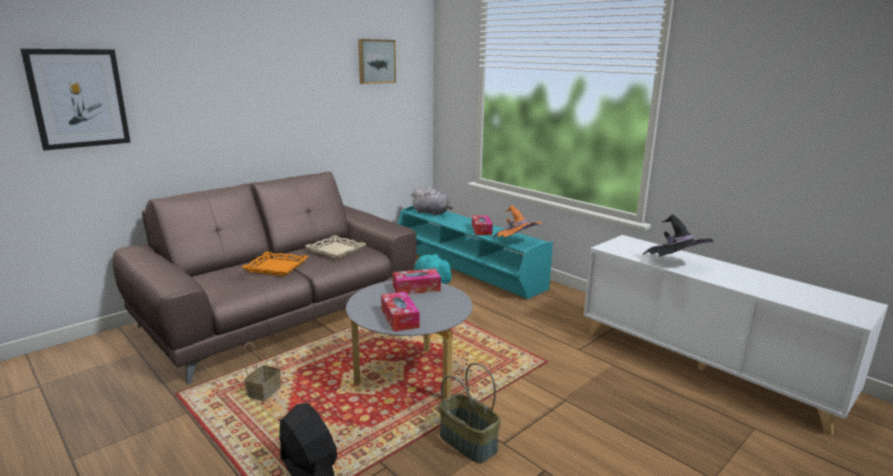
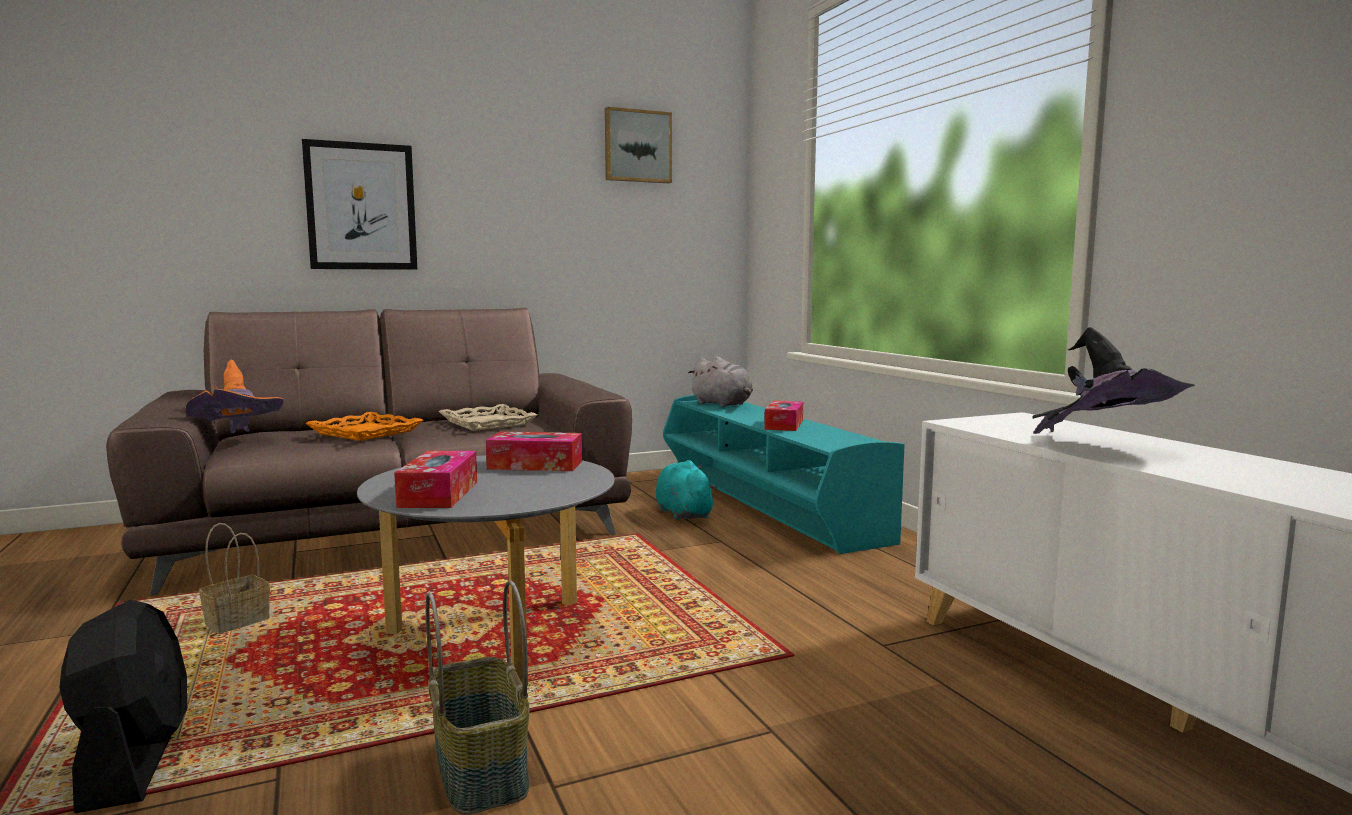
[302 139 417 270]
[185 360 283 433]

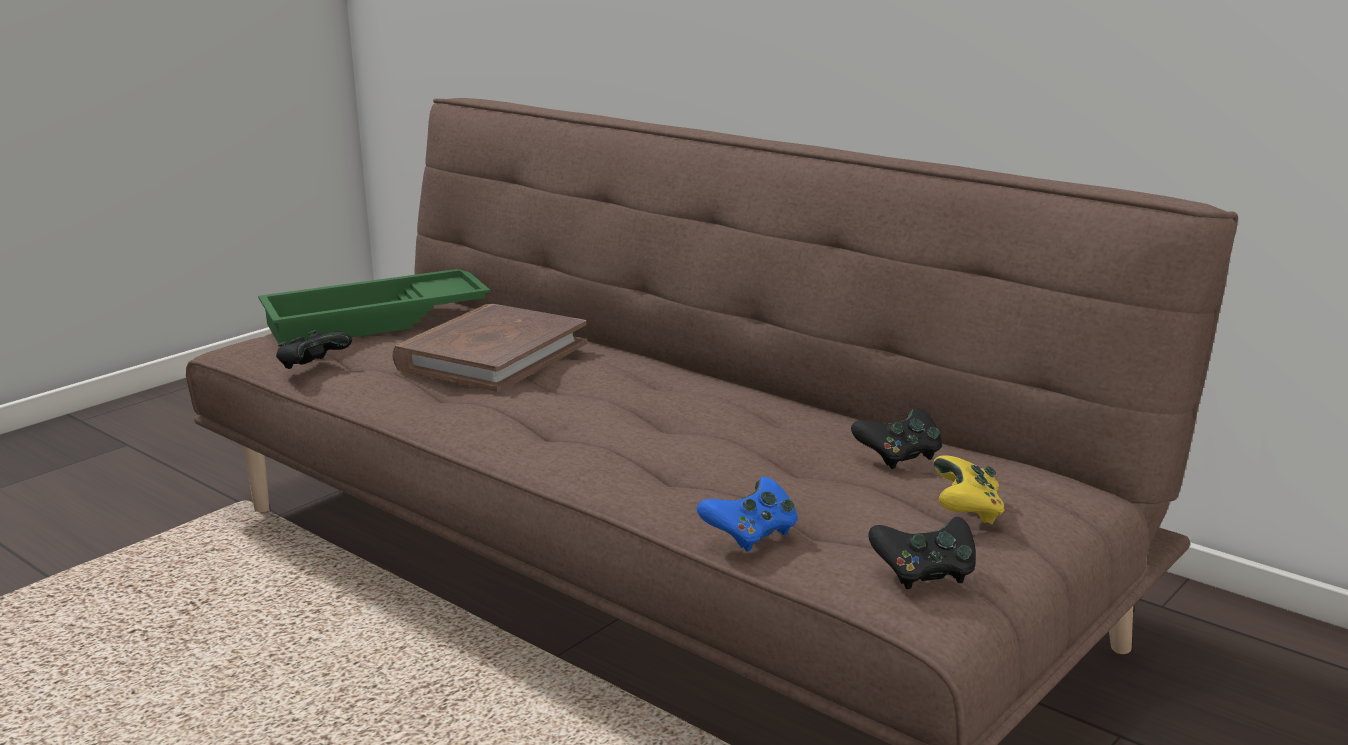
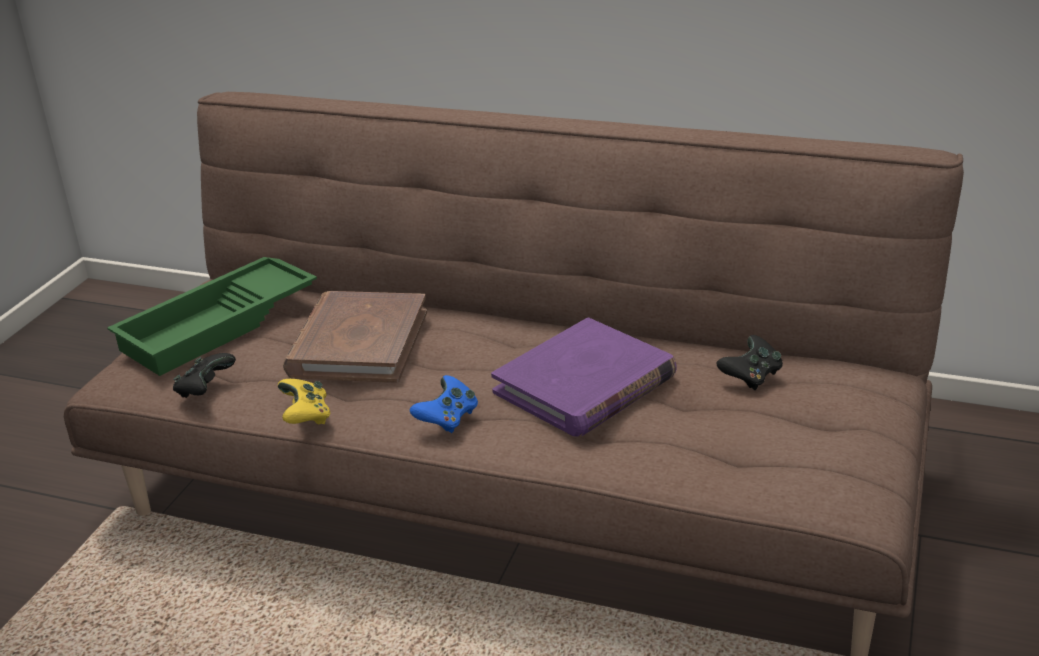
[868 517 976 589] (first image)
[491 318 677 437]
[410 375 478 433]
[278 379 330 425]

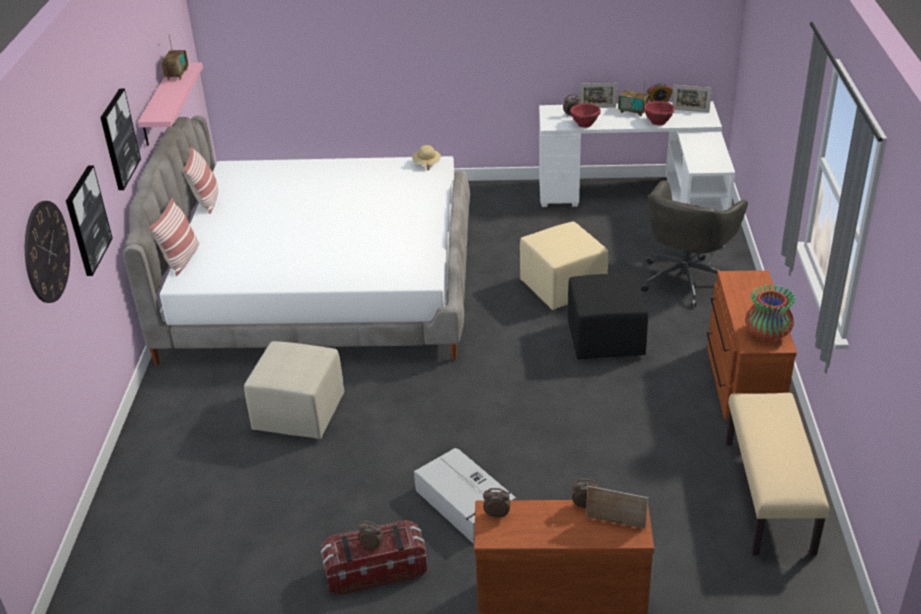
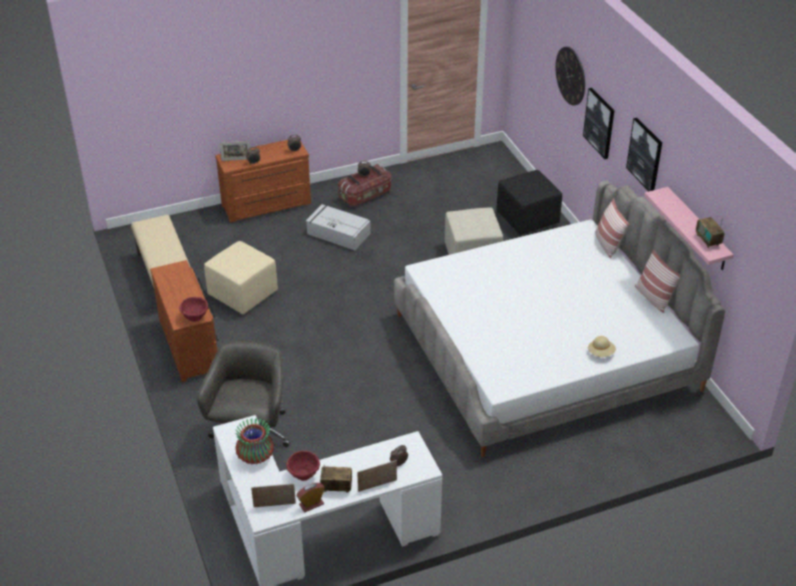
[588 336 616 357]
[204 241 278 314]
[496 170 562 235]
[179 297 209 322]
[235 418 274 464]

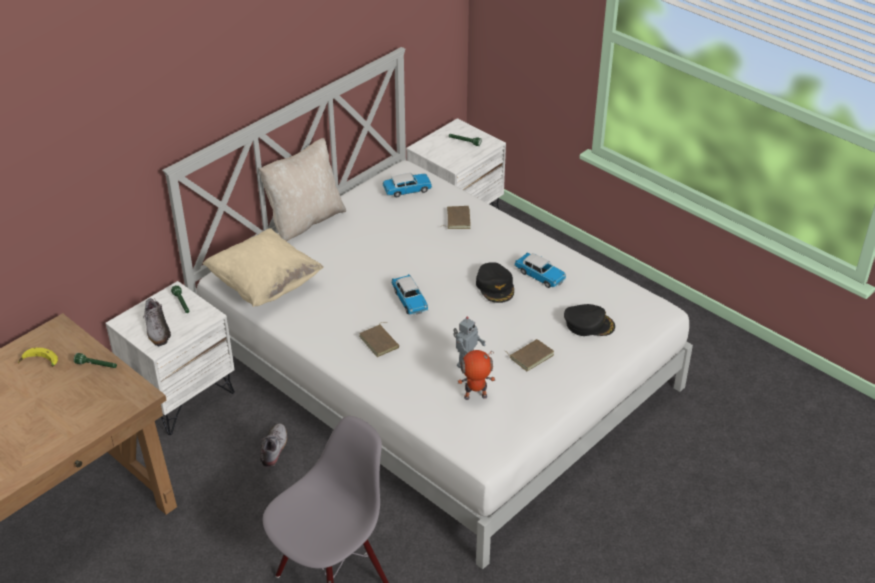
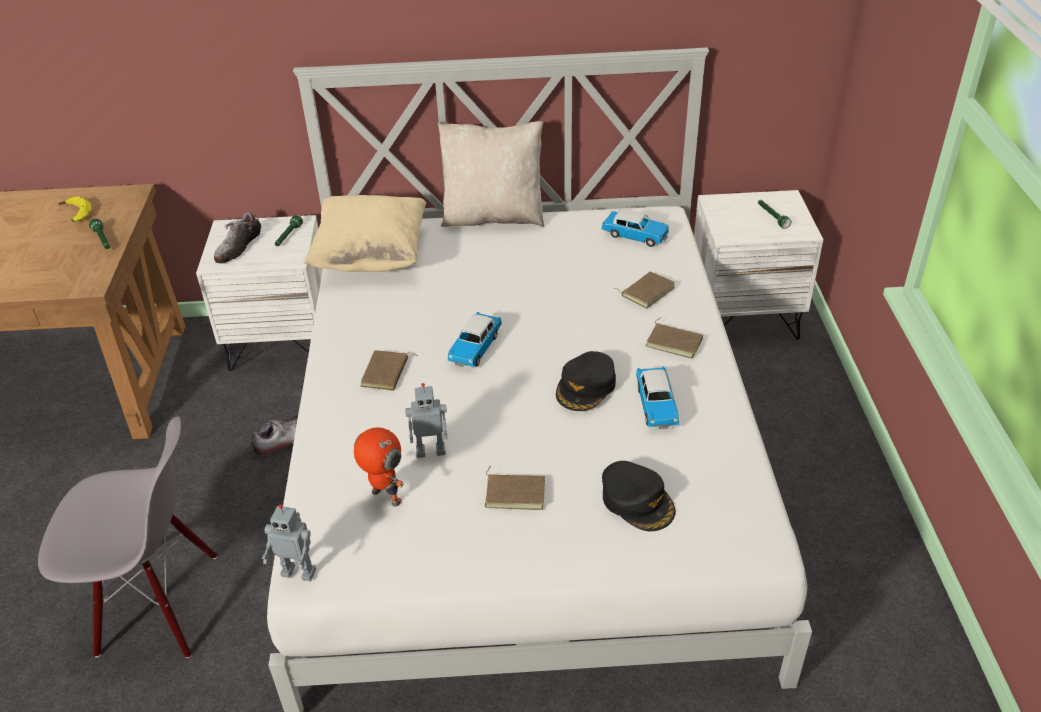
[262 504 316 581]
[645 318 703 359]

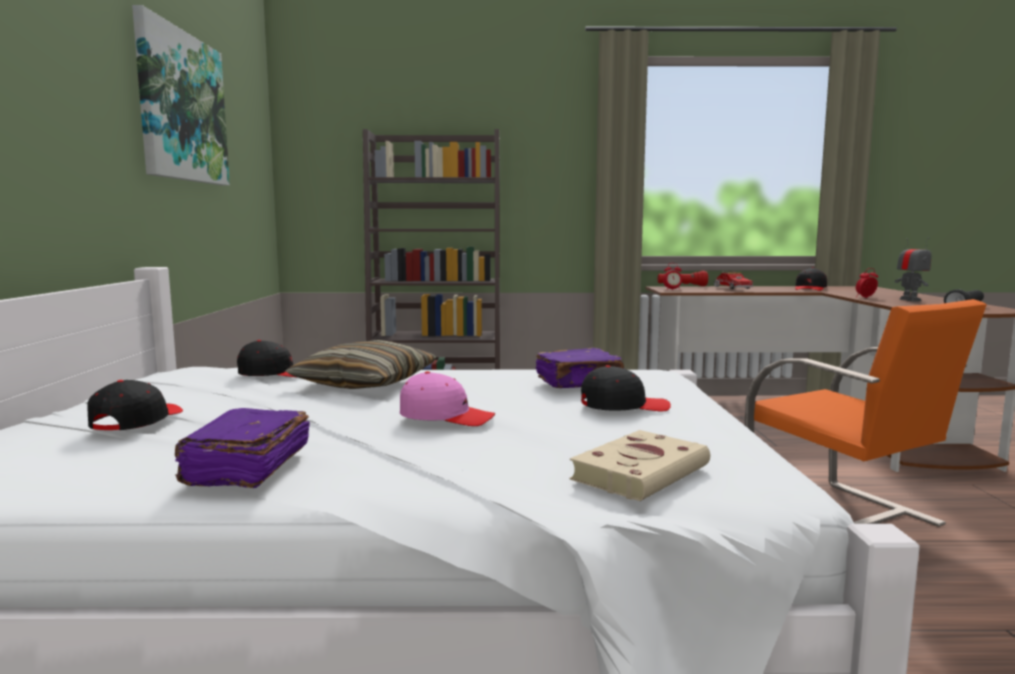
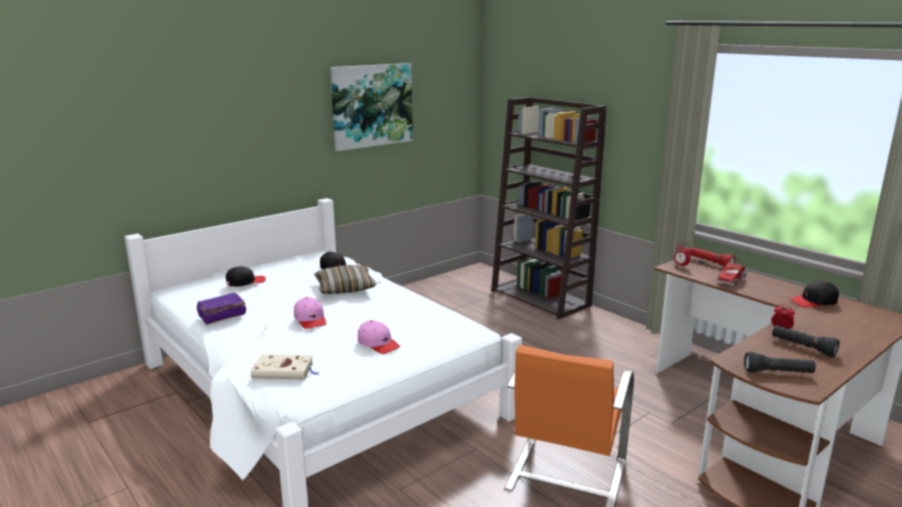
[536 348 624 388] (first image)
[772 325 840 357]
[358 320 400 354]

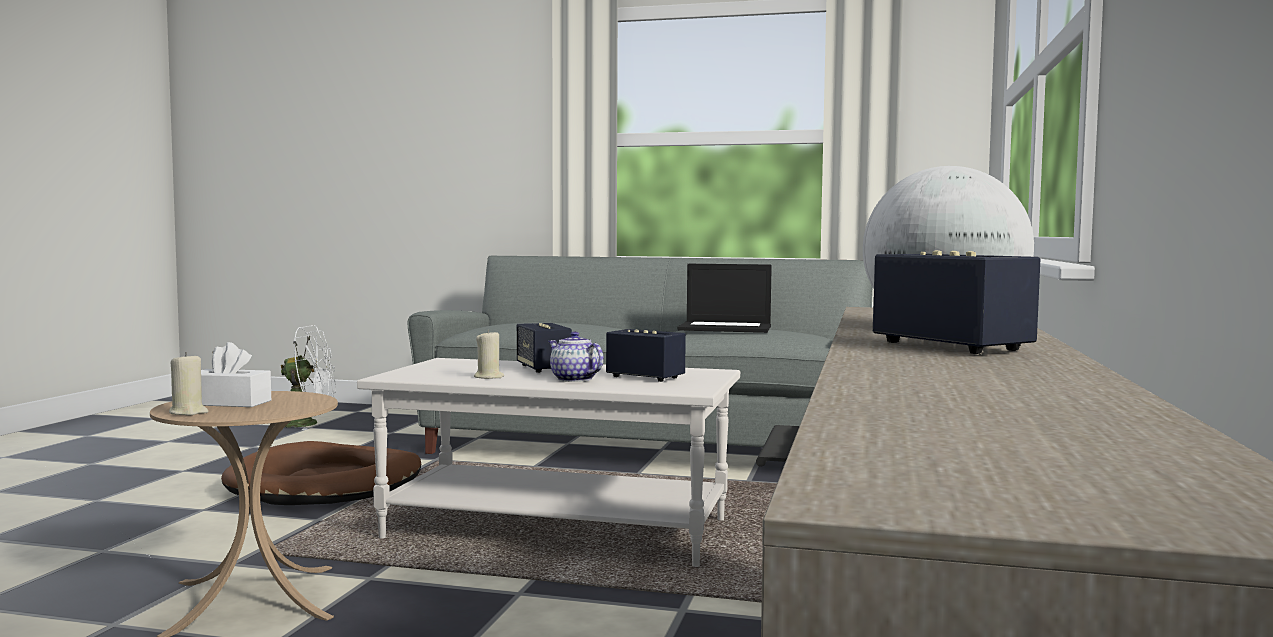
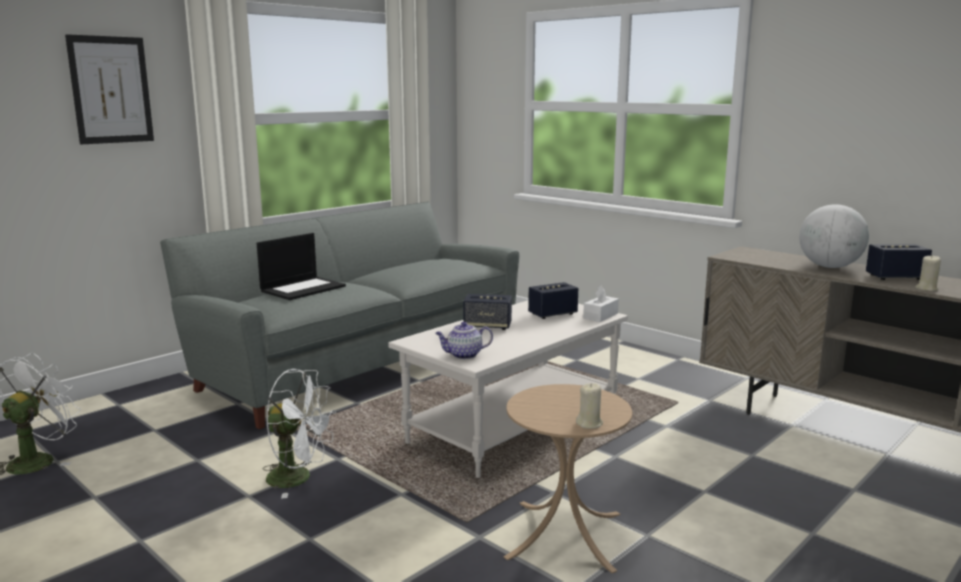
[65 34 154 144]
[583 286 619 322]
[916 256 941 291]
[435 322 493 359]
[257 233 346 300]
[263 369 336 499]

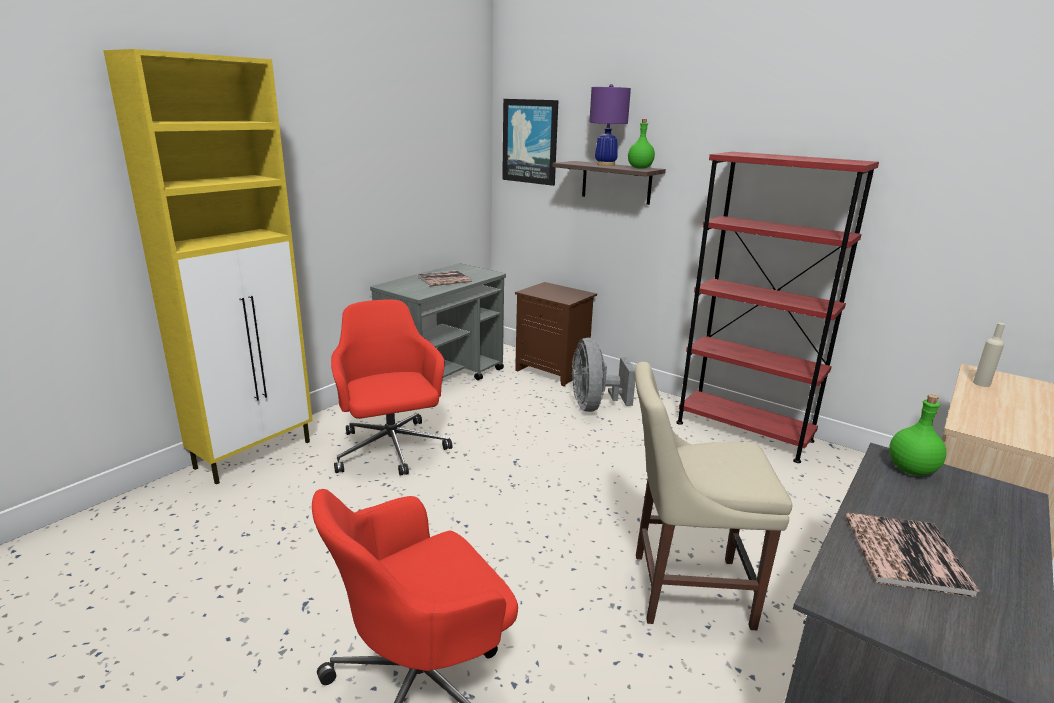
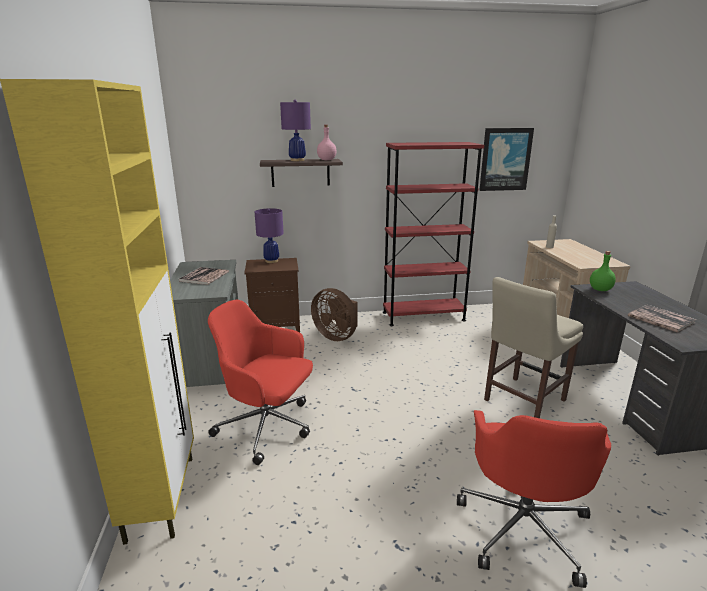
[255 208 284 263]
[479 128 534 191]
[311 288 358 341]
[317 125 337 160]

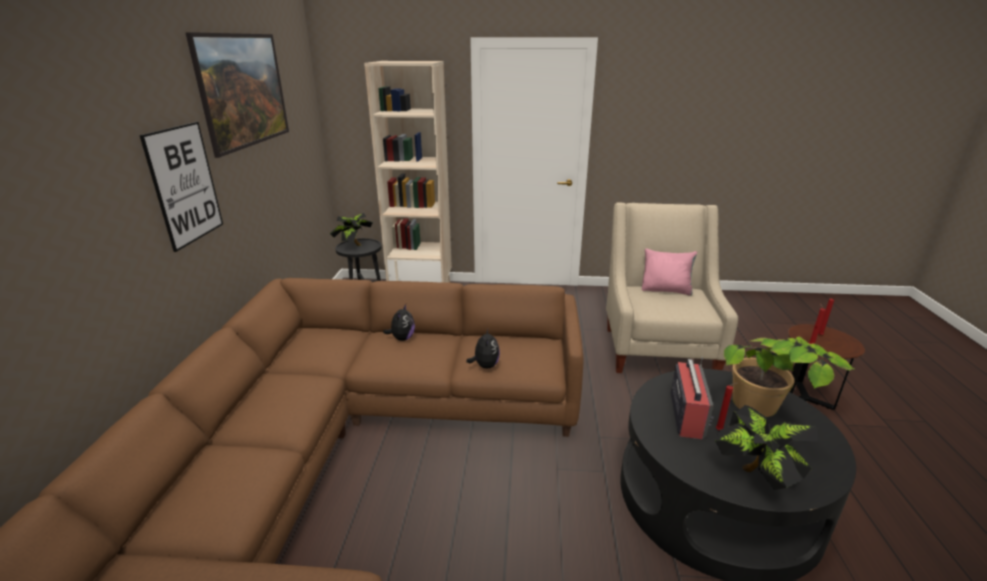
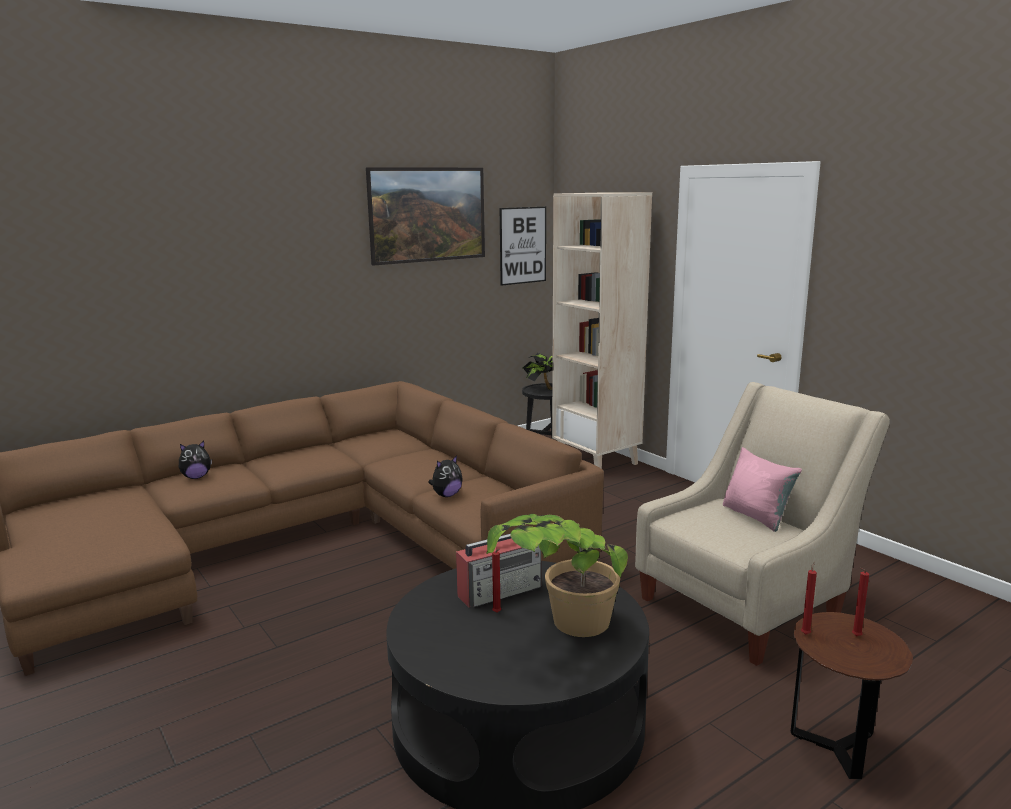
[715 405 817 490] (first image)
[500 207 546 286]
[179 441 212 479]

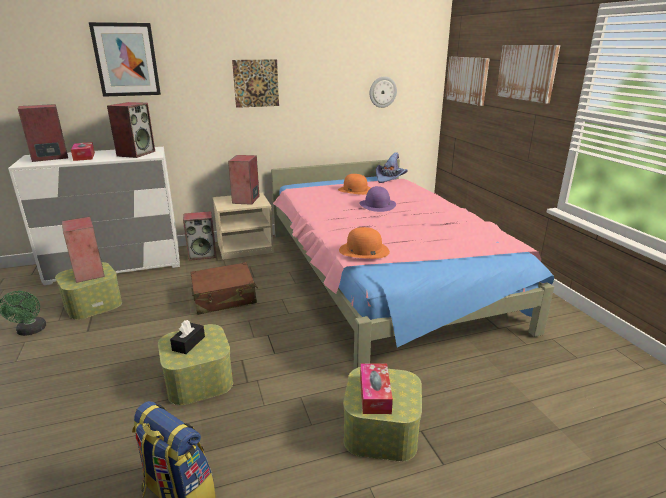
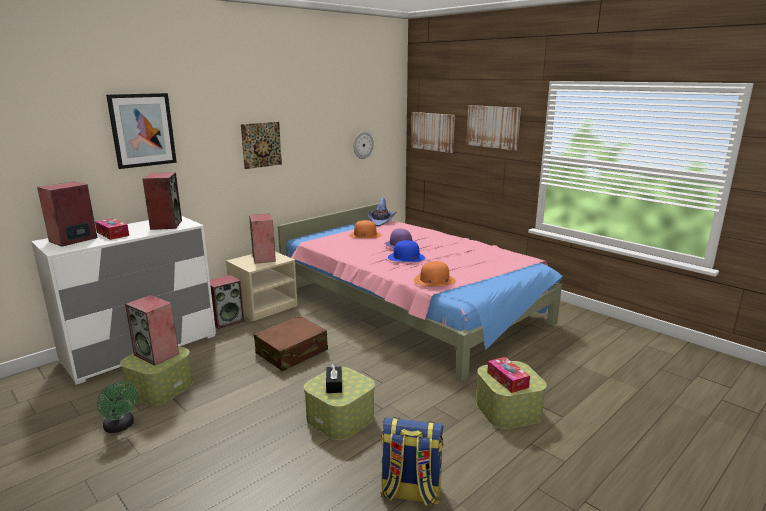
[388 240 425 262]

